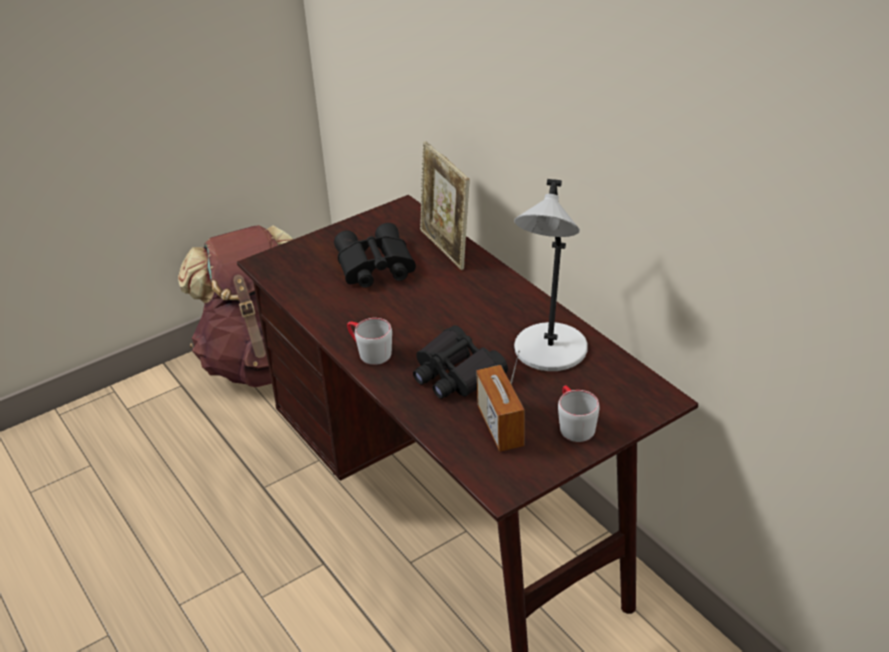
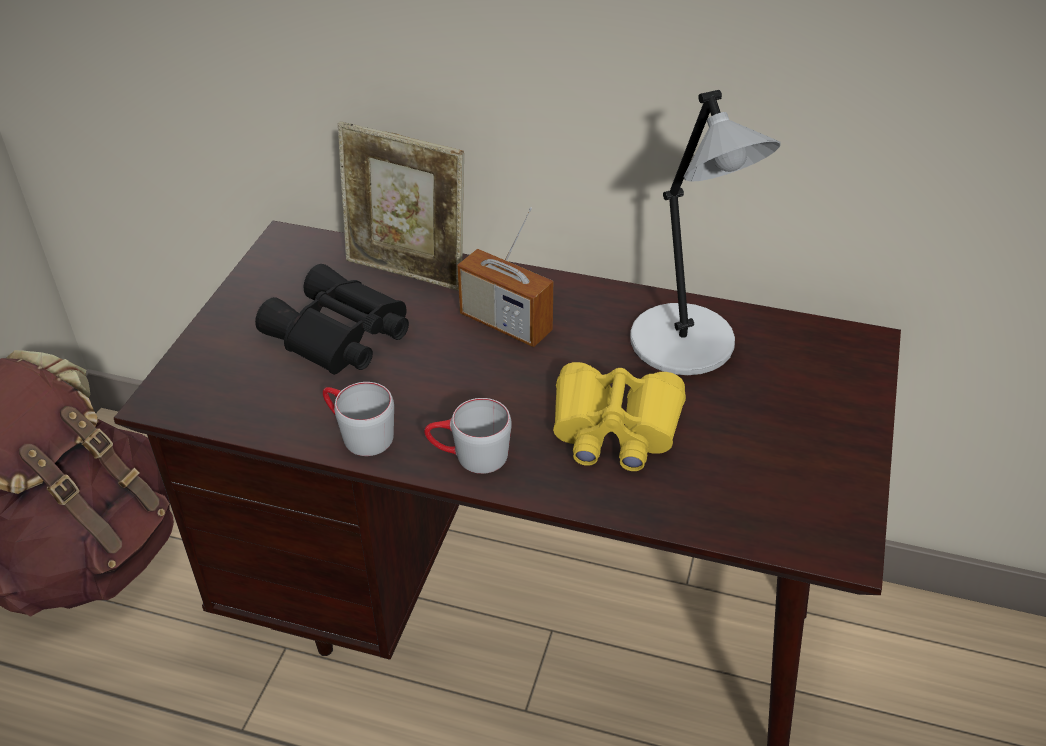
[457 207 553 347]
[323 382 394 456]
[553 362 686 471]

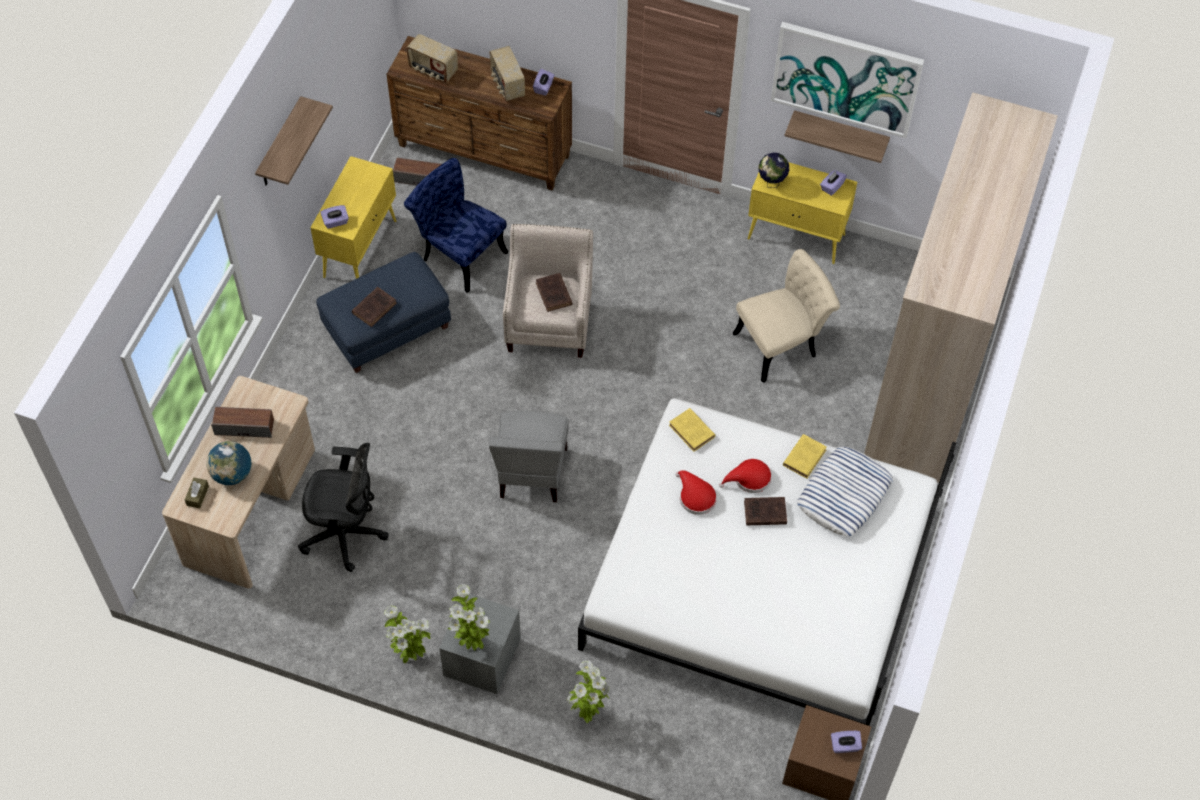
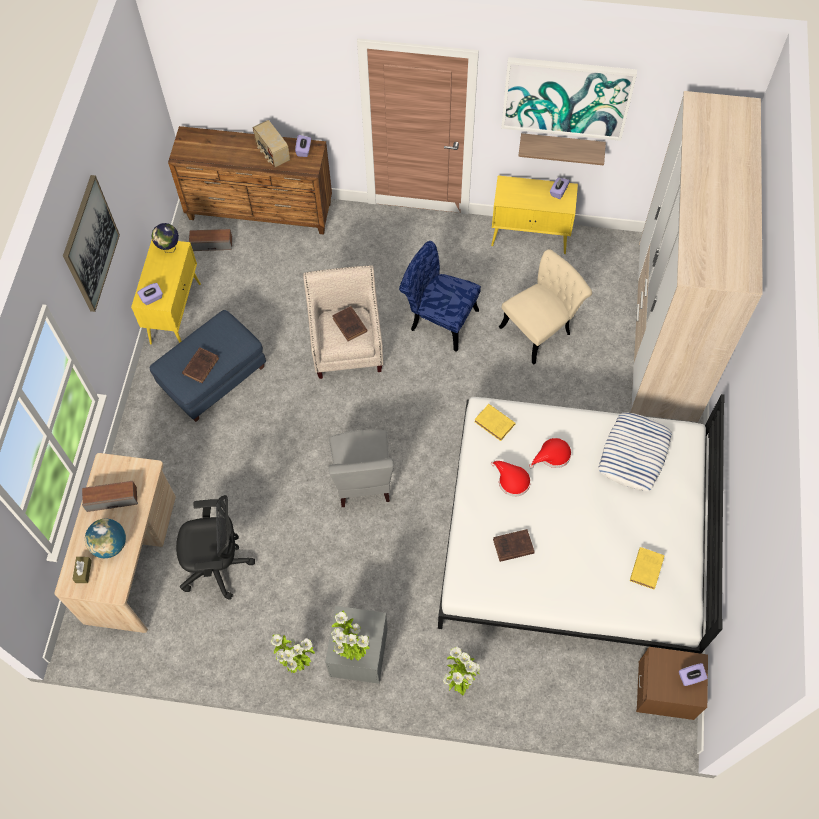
[406 34 458 83] (first image)
[399 241 481 352]
[493 529 535 562]
[152 223 179 253]
[630 547 665 589]
[63 175 120 312]

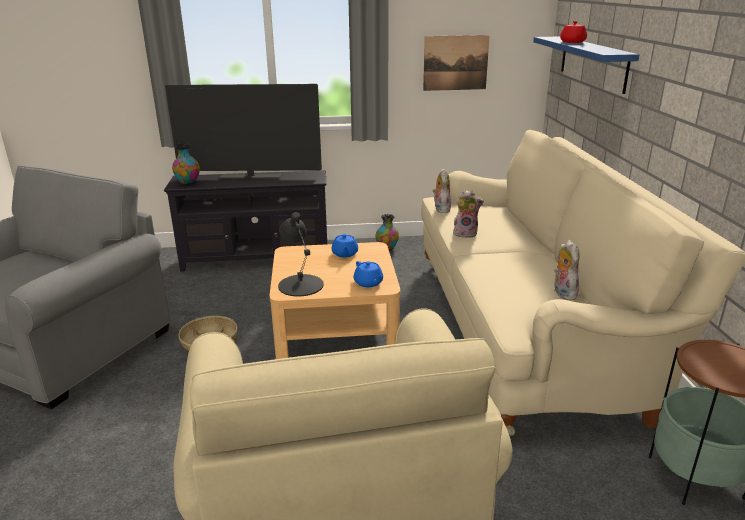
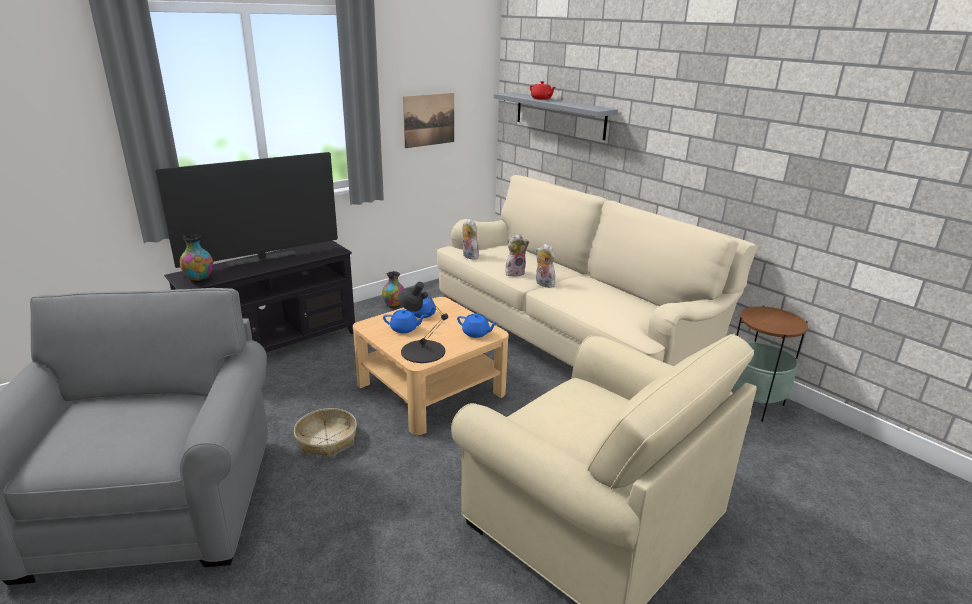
[383 309 427 333]
[536 244 558 288]
[494 92 618 140]

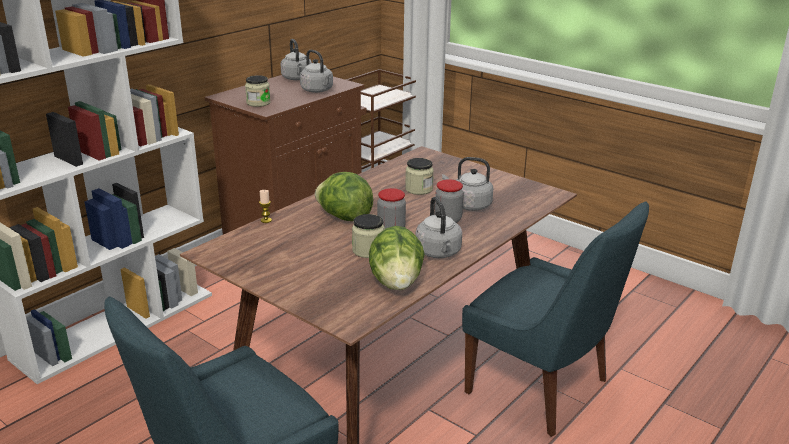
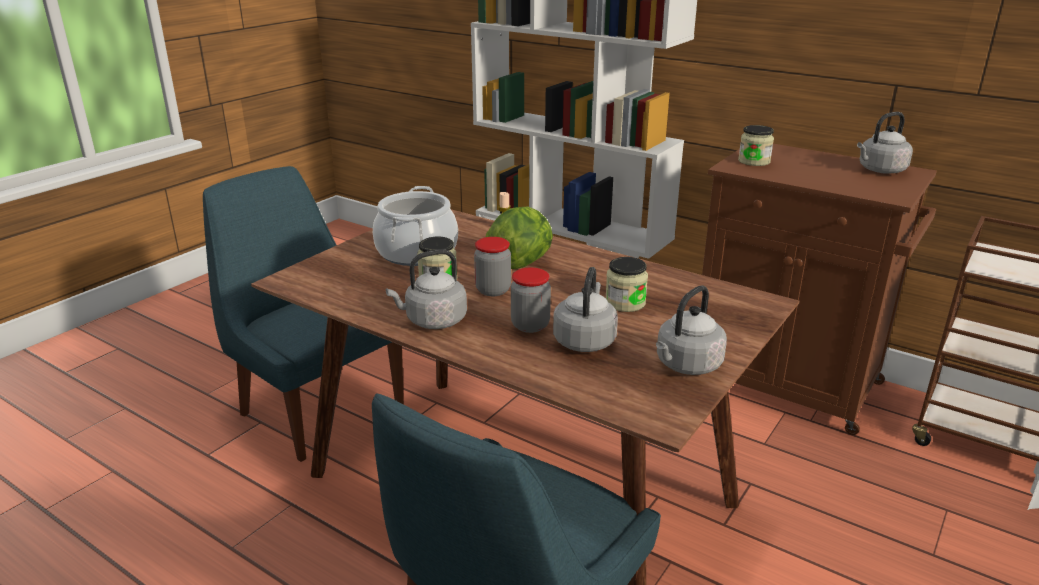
[369 226 425 290] (first image)
[373 186 458 266]
[656 285 727 375]

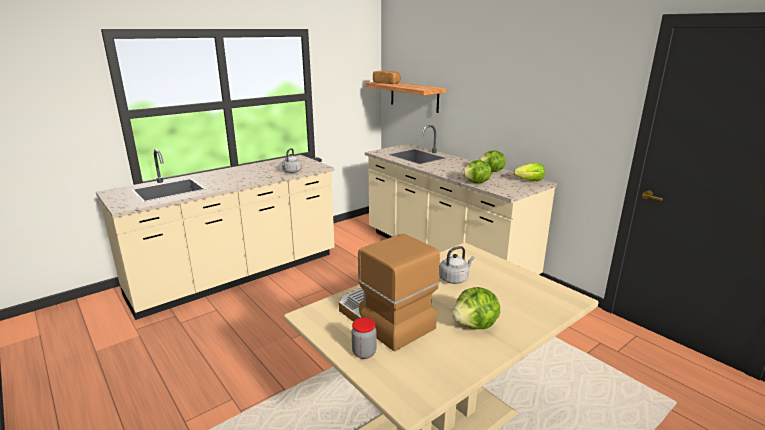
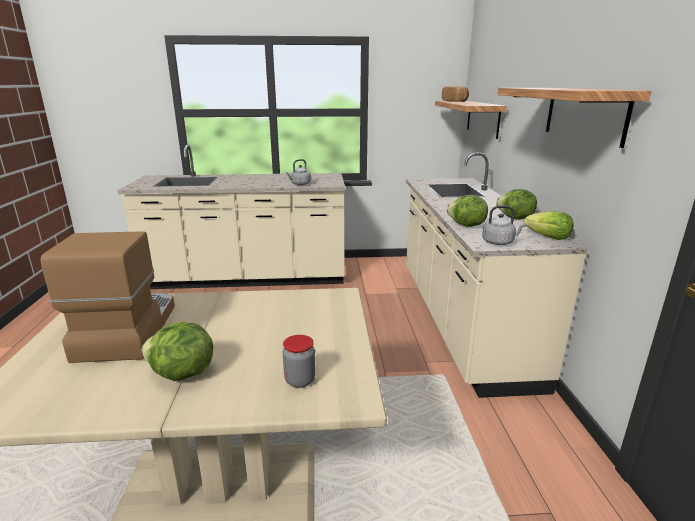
[497 88 651 148]
[283 335 316 388]
[482 205 526 245]

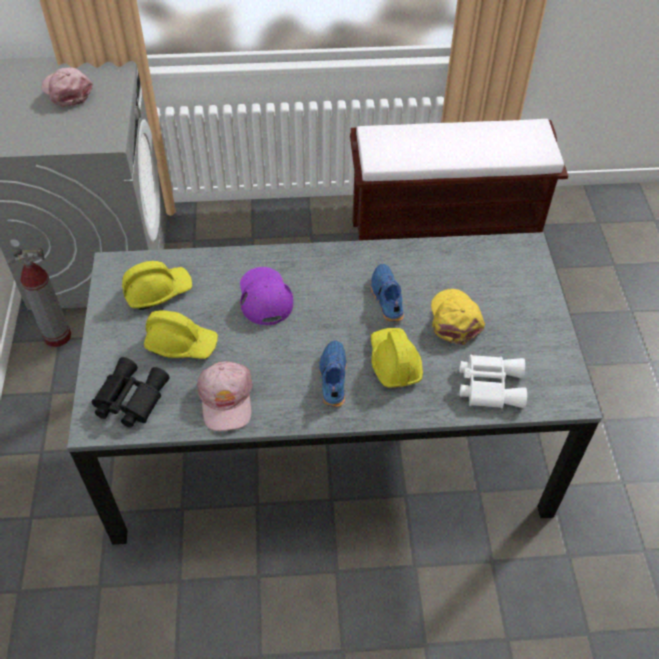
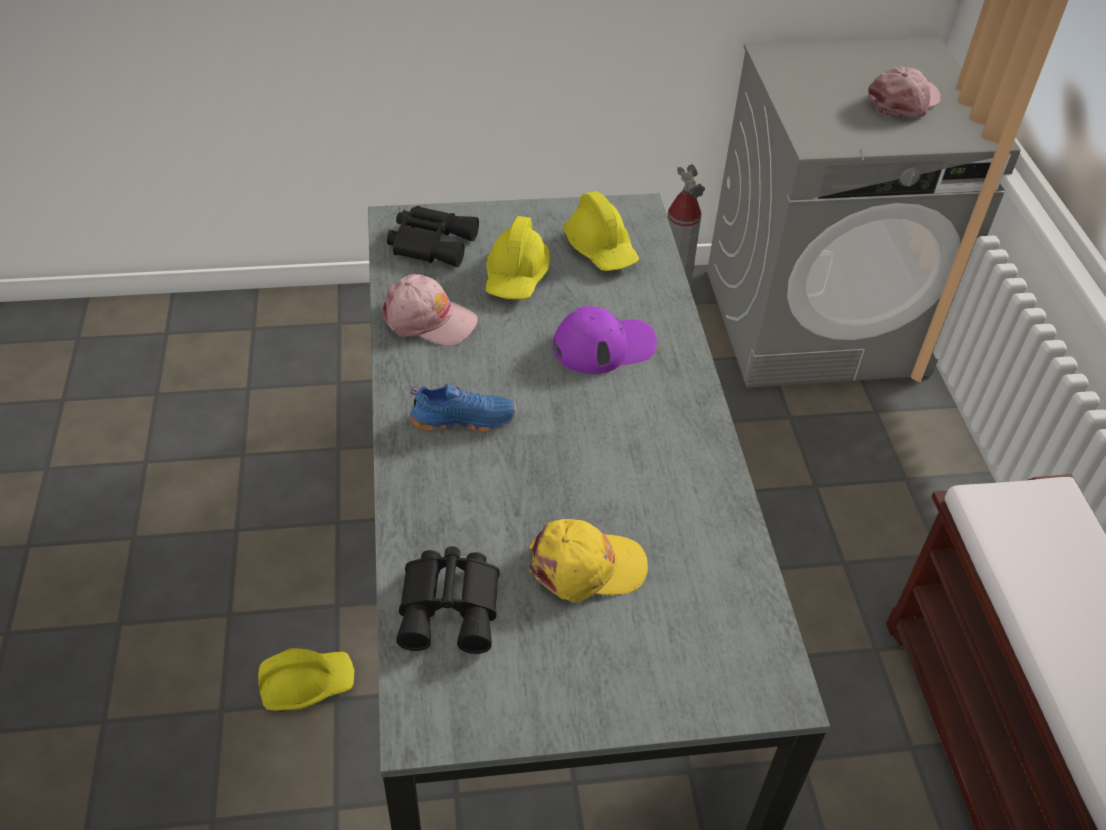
[371 264 404 322] (first image)
[258 648 354 712]
[396 546 500 654]
[381 274 478 346]

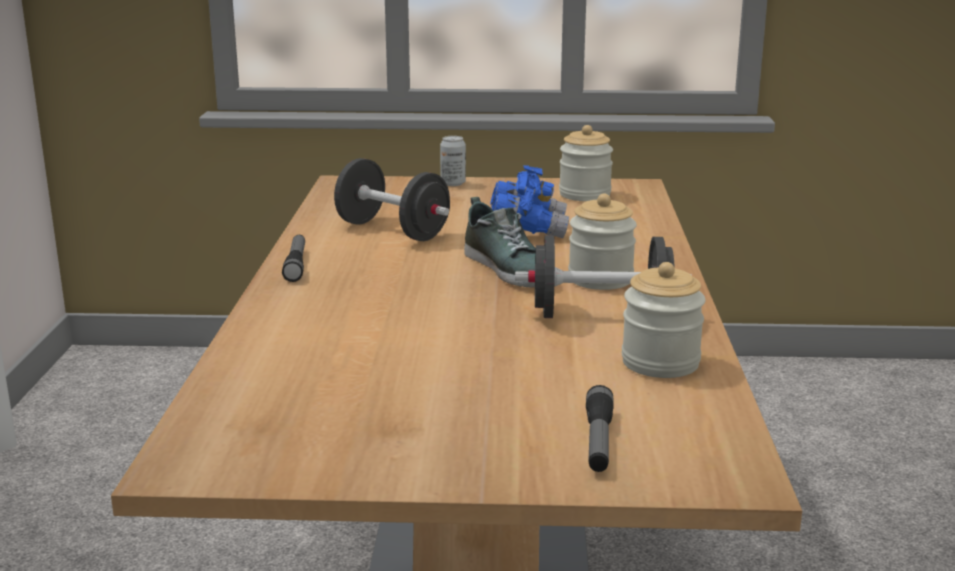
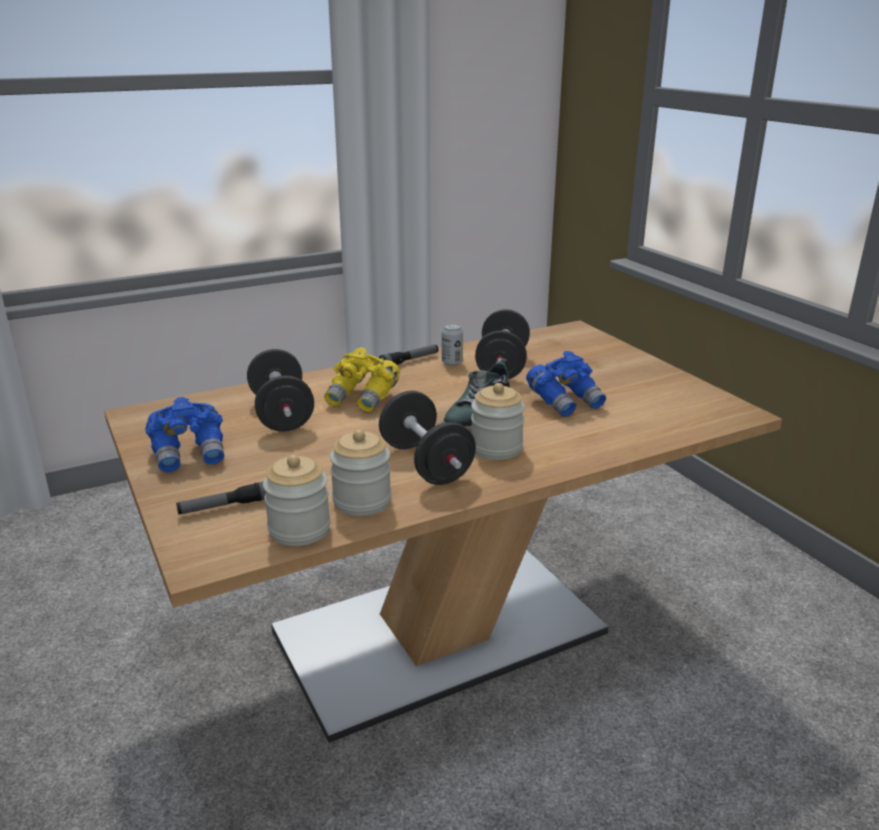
[145 397 225 472]
[247 349 314 432]
[324 347 400 412]
[442 323 463 366]
[263 455 330 546]

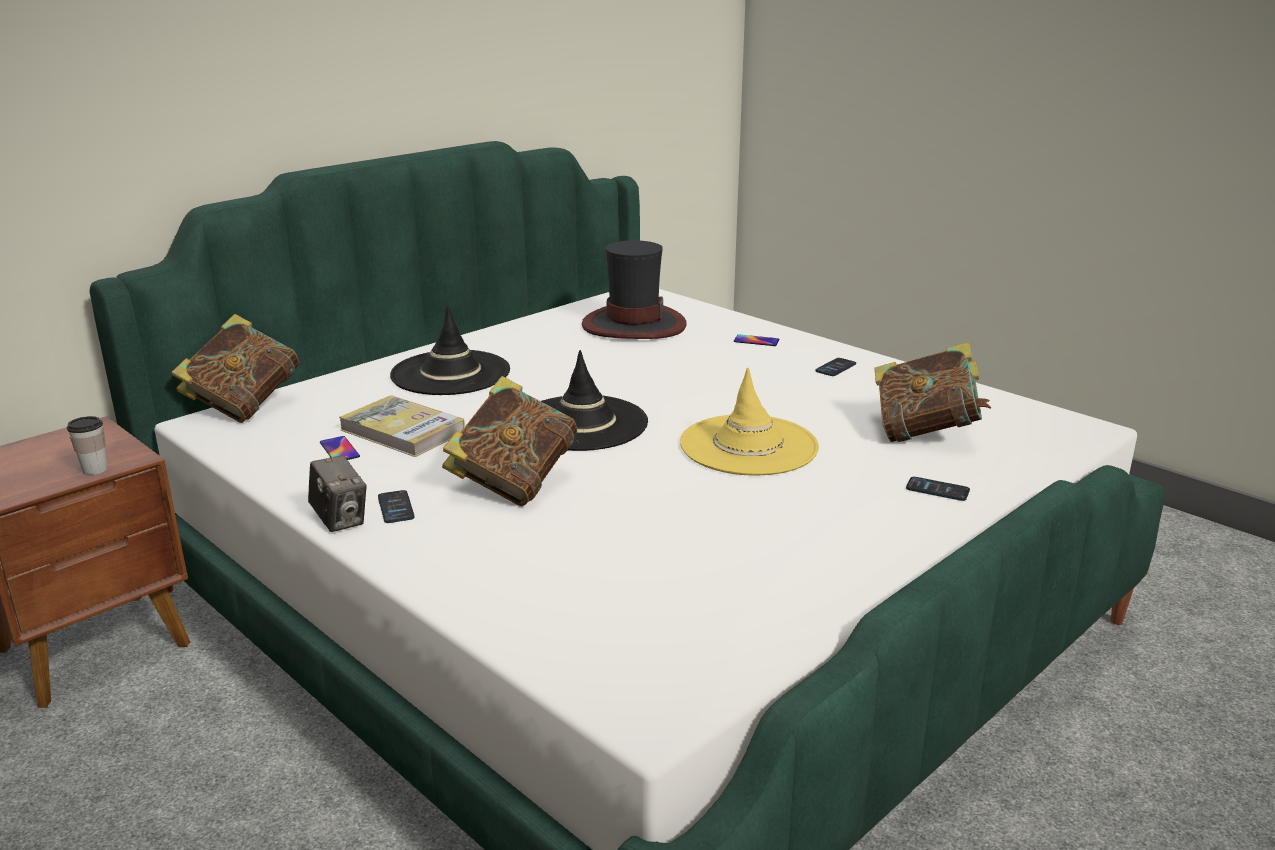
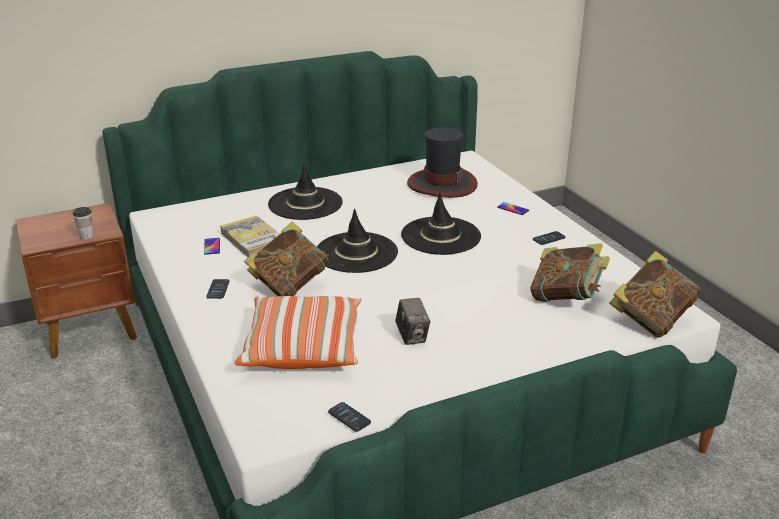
[680 368 819 475] (first image)
[235 296 361 369]
[401 193 481 255]
[609 251 700 338]
[395 298 430 345]
[328 402 371 432]

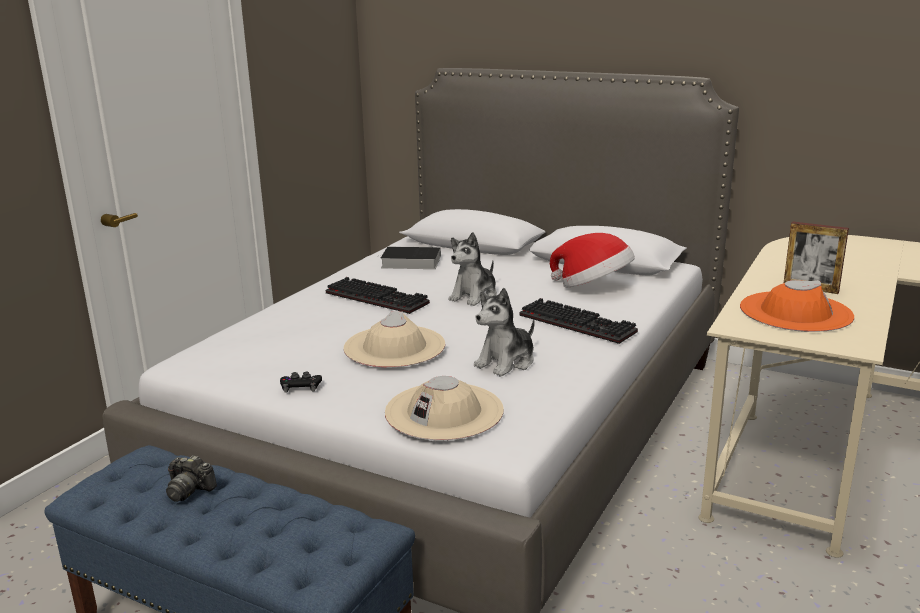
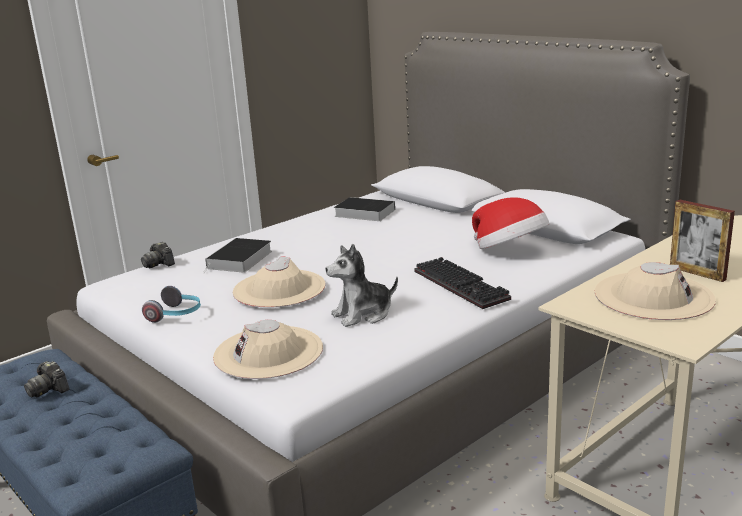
[326 277 430 314] (first image)
[449 232 497 306] (first image)
[141 242 175 268]
[203 238 272 273]
[142 286 201 323]
[594 262 716 320]

